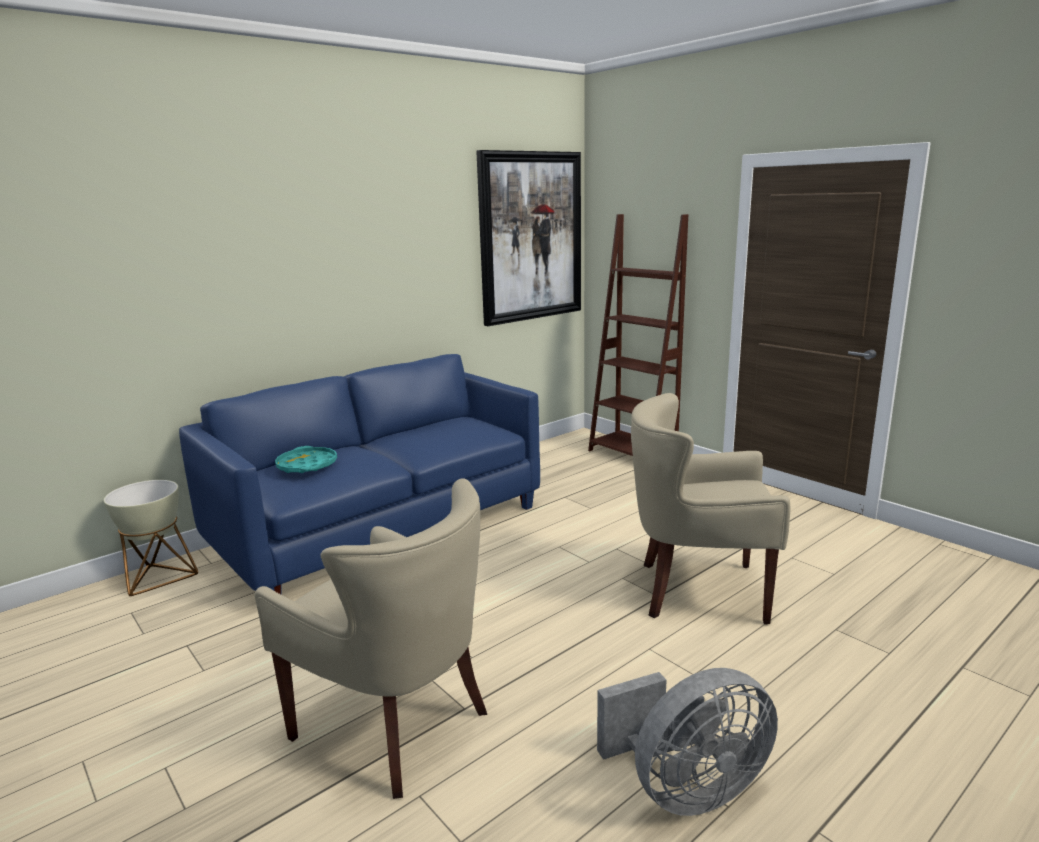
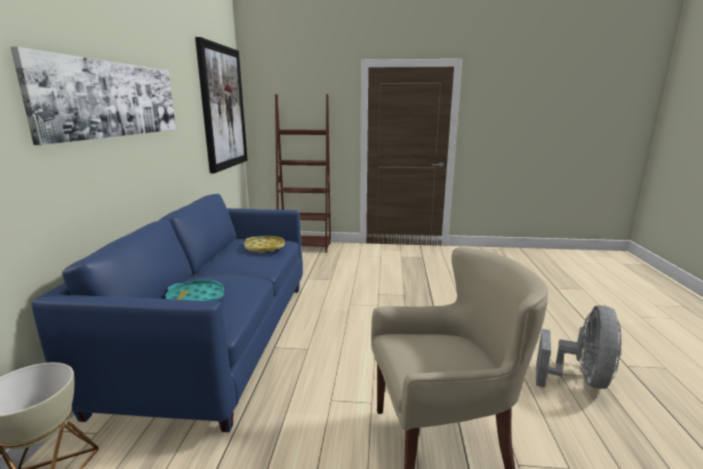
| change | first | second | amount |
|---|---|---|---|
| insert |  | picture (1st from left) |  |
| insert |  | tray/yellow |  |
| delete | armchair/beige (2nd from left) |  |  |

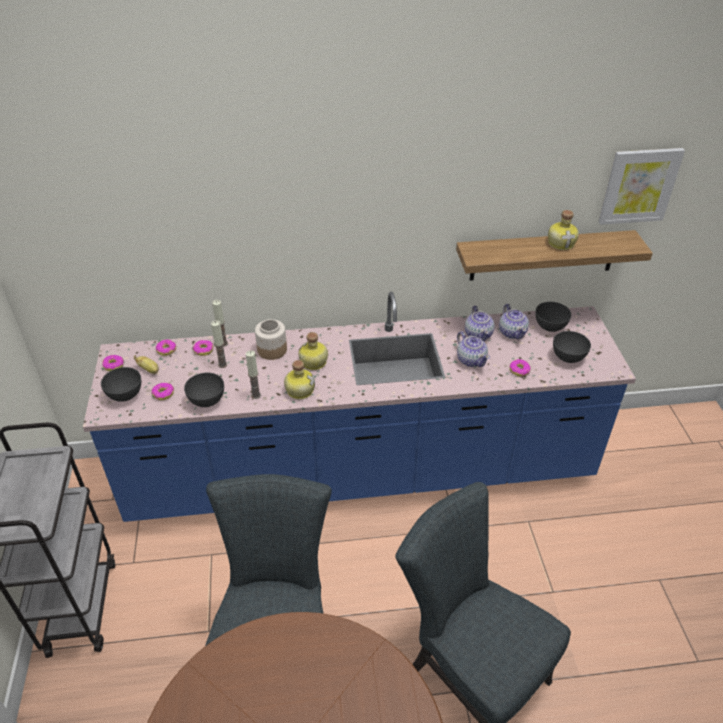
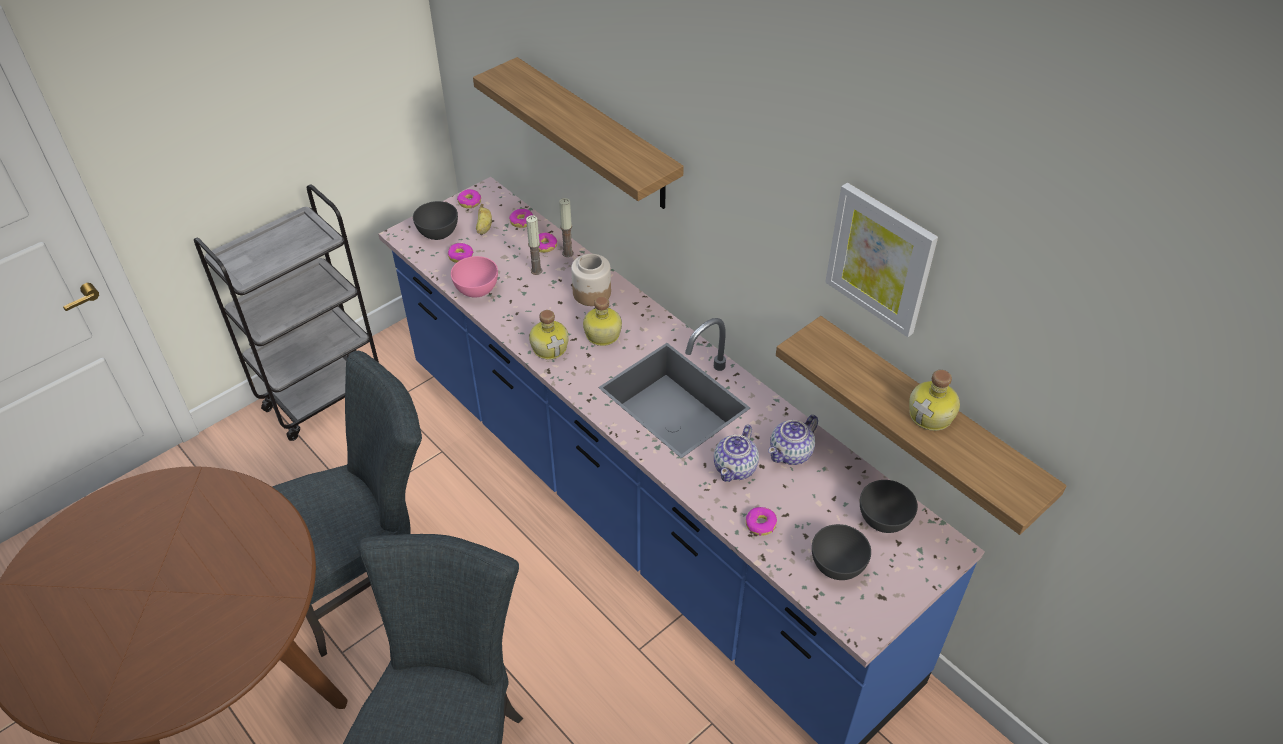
| change | first | second | amount |
|---|---|---|---|
| recolor | bowl/grey (2nd from left) | bowl/pink |  |
| insert |  | shelf (1st from left) |  |
| move | picture |  |  |
| delete | candle (3rd from left) |  |  |
| delete | teapot (3rd from left) |  |  |

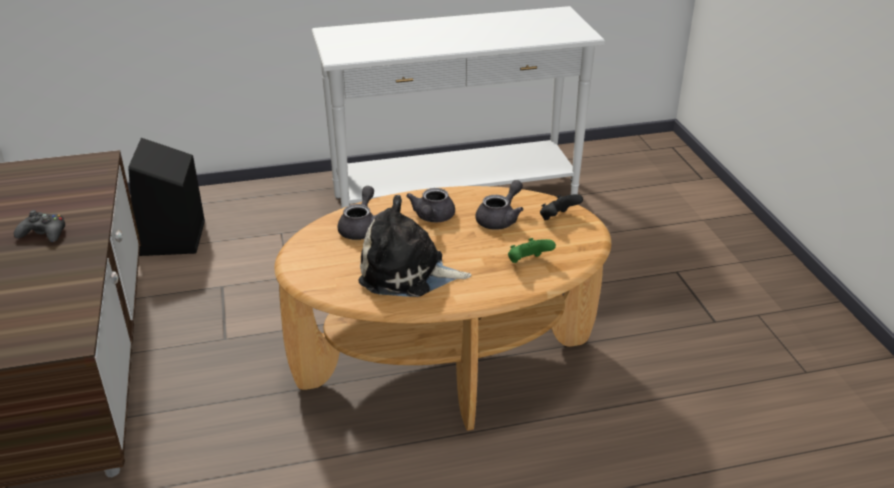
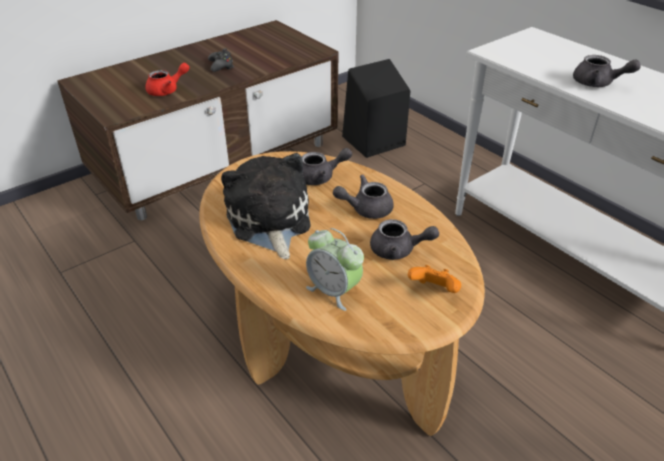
| change | first | second | amount |
|---|---|---|---|
| insert |  | teapot/red |  |
| replace | game controller/green | alarm clock |  |
| recolor | game controller/black (2nd from left) | game controller/orange |  |
| insert |  | teapot/grey (4th from left) |  |

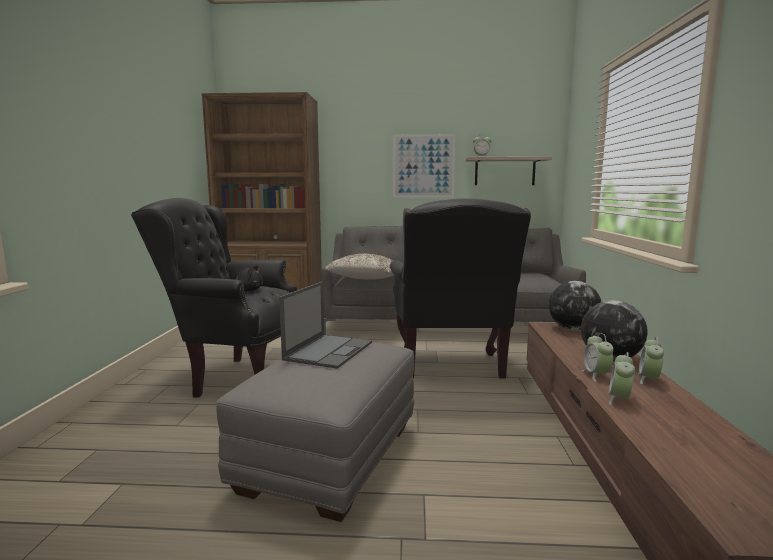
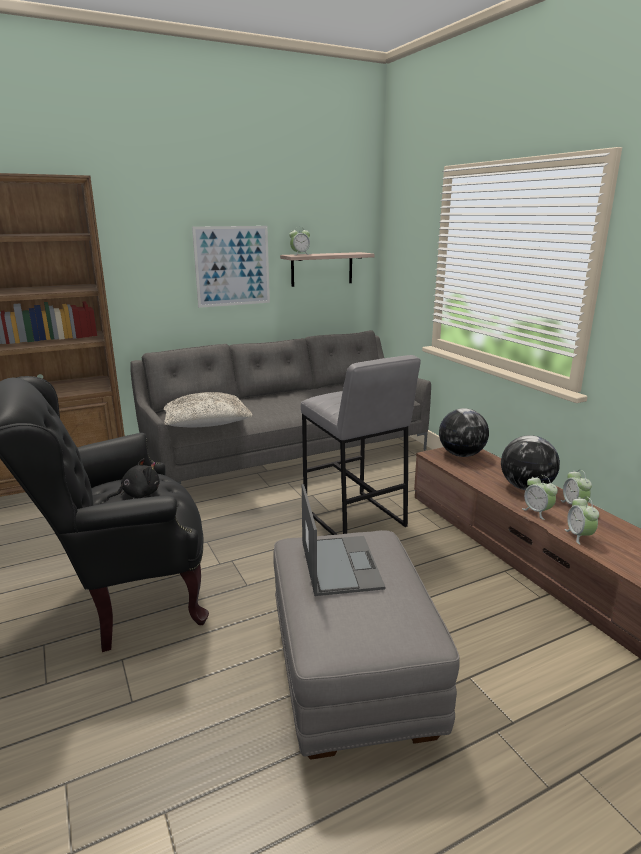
| change | first | second | amount |
|---|---|---|---|
| replace | armchair/black (2nd from left) | stool/grey |  |

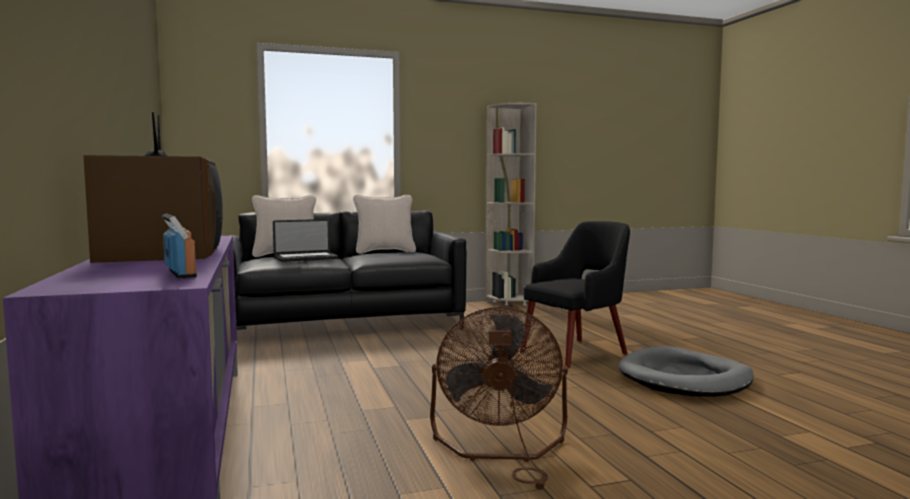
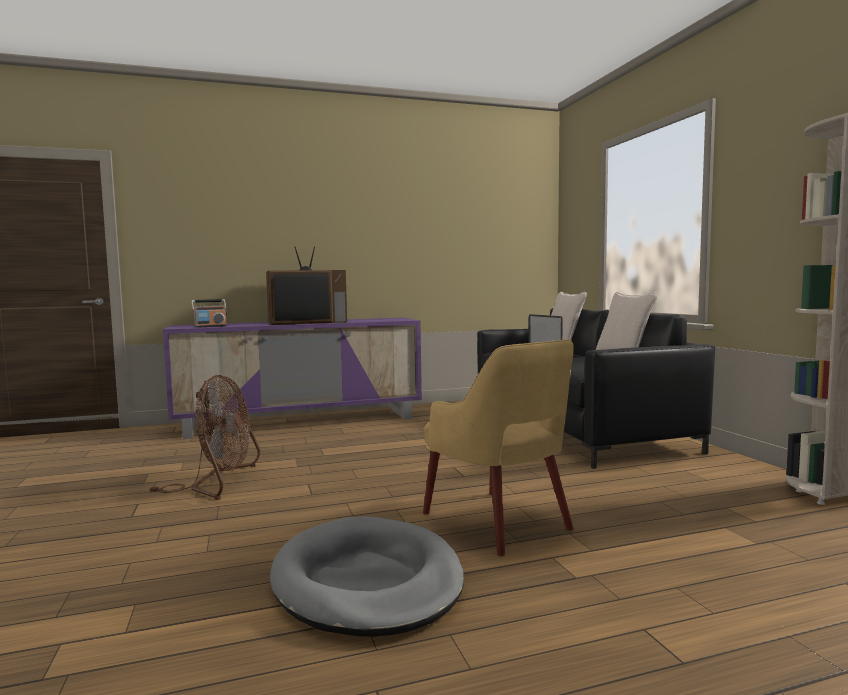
| change | first | second | amount |
|---|---|---|---|
| recolor | armchair/black | armchair/yellow |  |

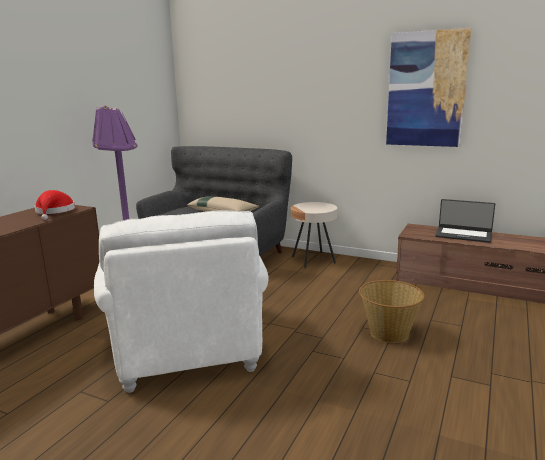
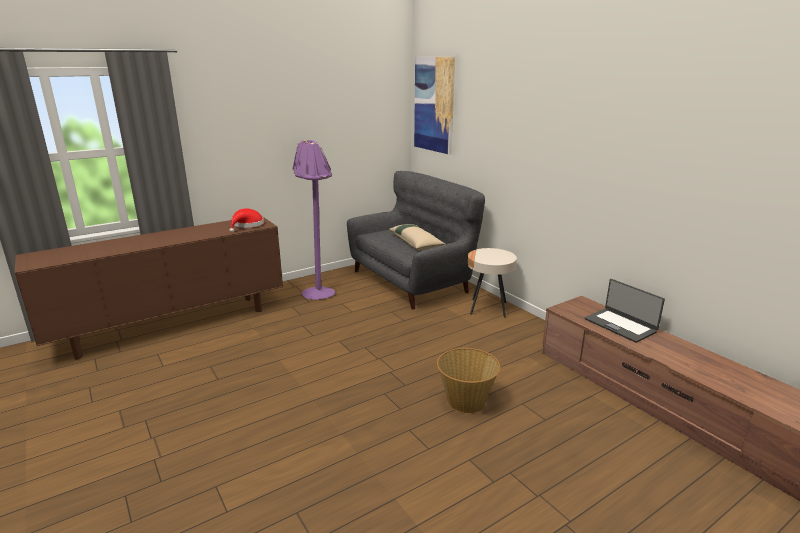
| change | first | second | amount |
|---|---|---|---|
| move | picture |  |  |
| delete | armchair/white |  |  |

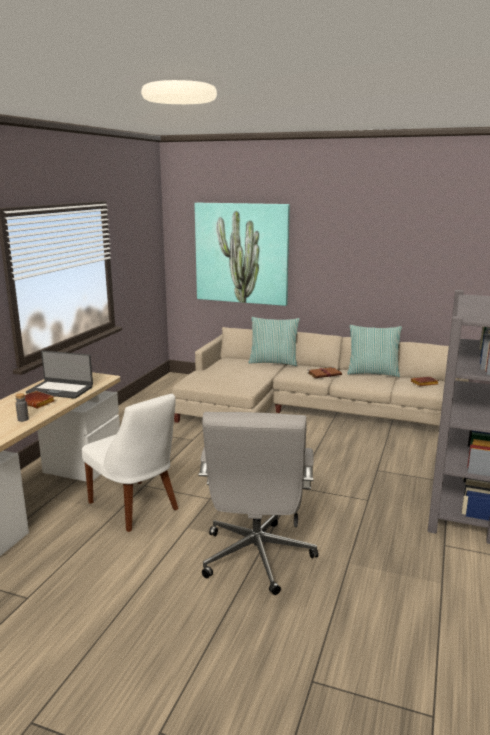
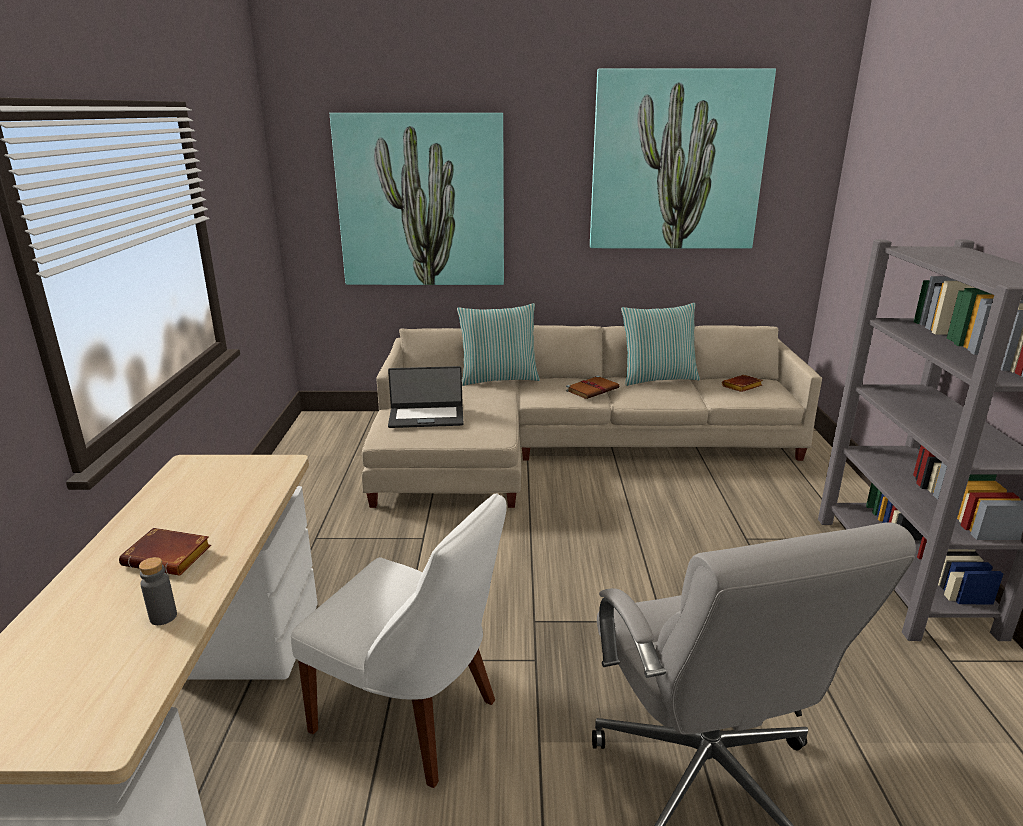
| change | first | second | amount |
|---|---|---|---|
| move | laptop |  |  |
| insert |  | picture (2nd from left) |  |

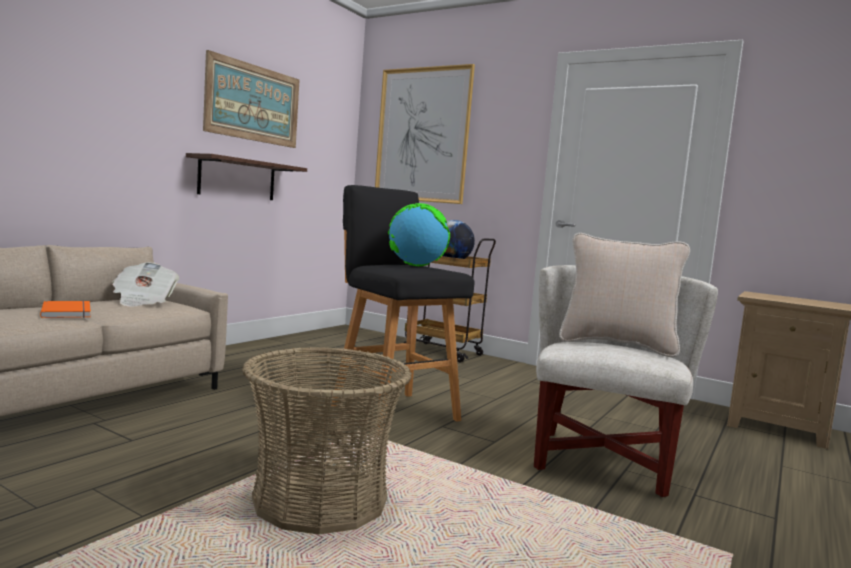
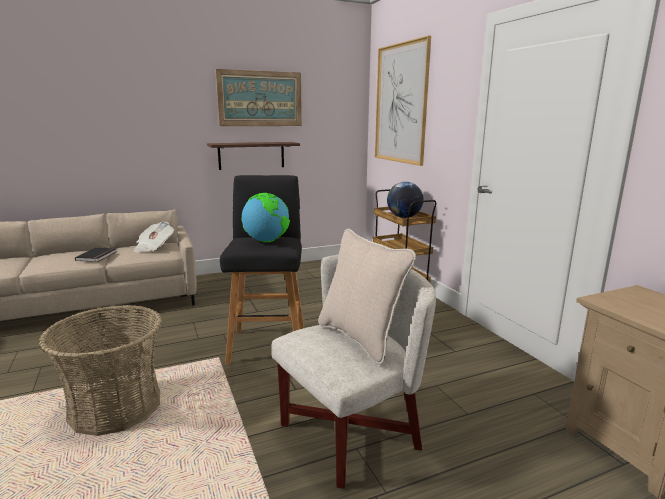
| change | first | second | amount |
|---|---|---|---|
| recolor | book/orange | book/black |  |

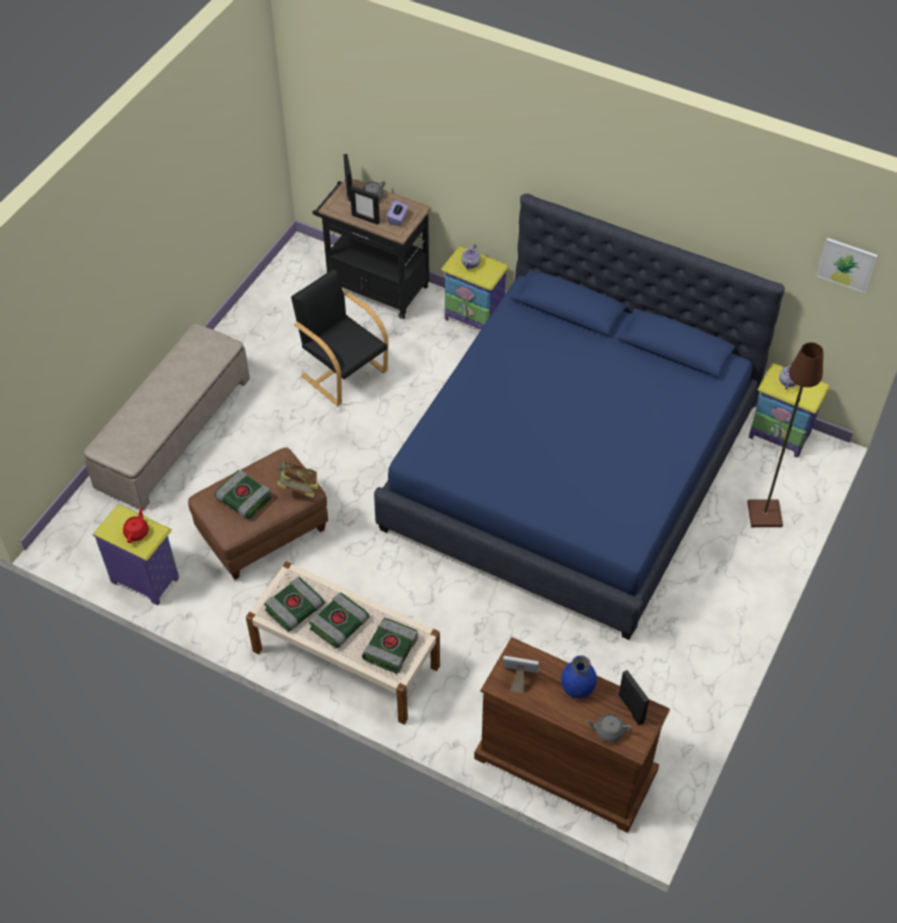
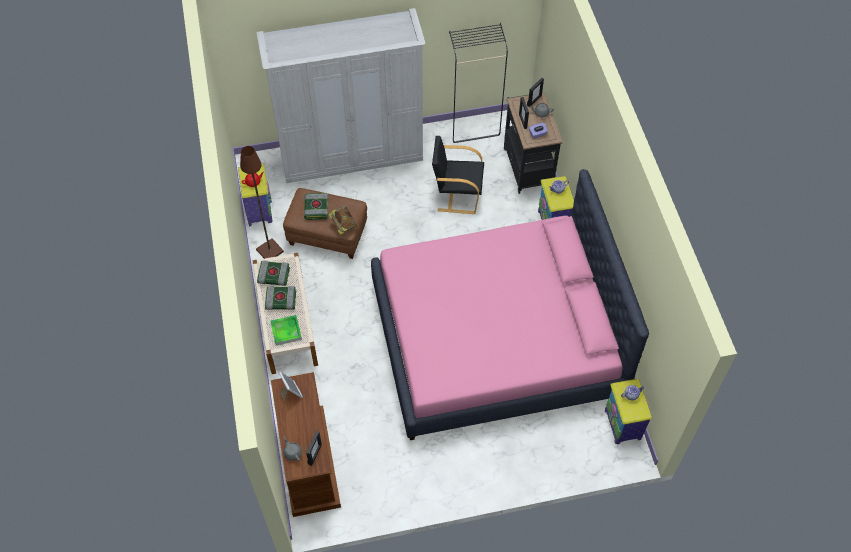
| change | first | second | amount |
|---|---|---|---|
| move | floor lamp/brown |  |  |
| replace | bench/beige (1st from left) | wardrobe/white |  |
| replace | book (5th from left) | tray |  |
| recolor | bed/blue | bed/pink |  |
| rotate | armchair/black |  | 90 degrees counterclockwise |
| insert |  | clothes rack/black |  |
| delete | vase/blue |  |  |
| delete | picture |  |  |

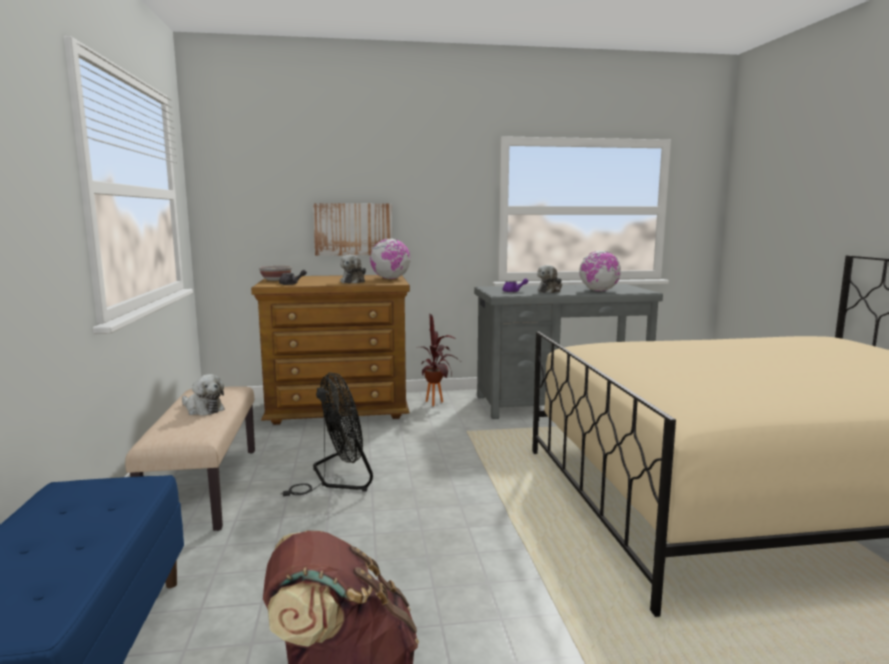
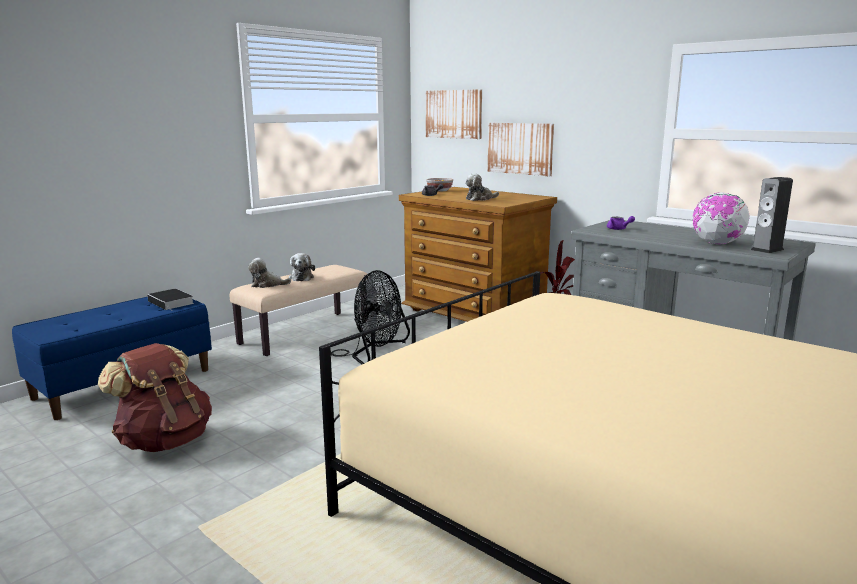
| change | first | second | amount |
|---|---|---|---|
| insert |  | book |  |
| move | plush toy (3rd from left in the first image) | plush toy (1st from left) |  |
| insert |  | picture (1st from left) |  |
| insert |  | speaker |  |
| delete | globe (1st from left) |  |  |

